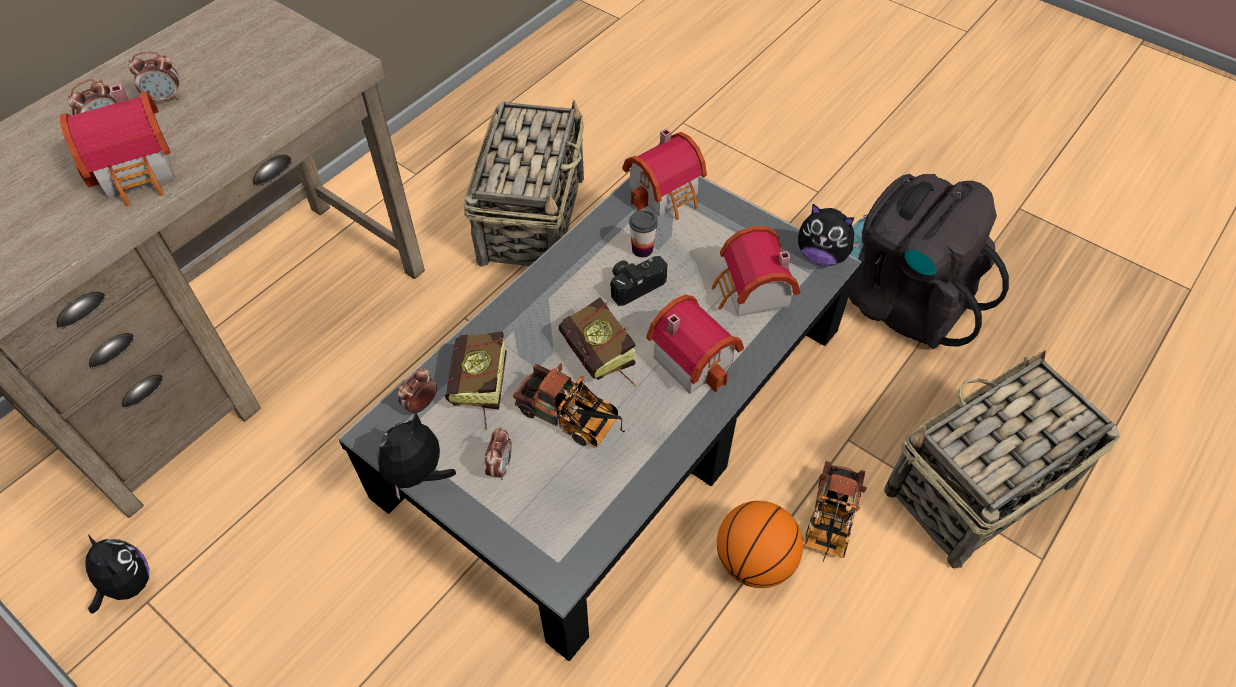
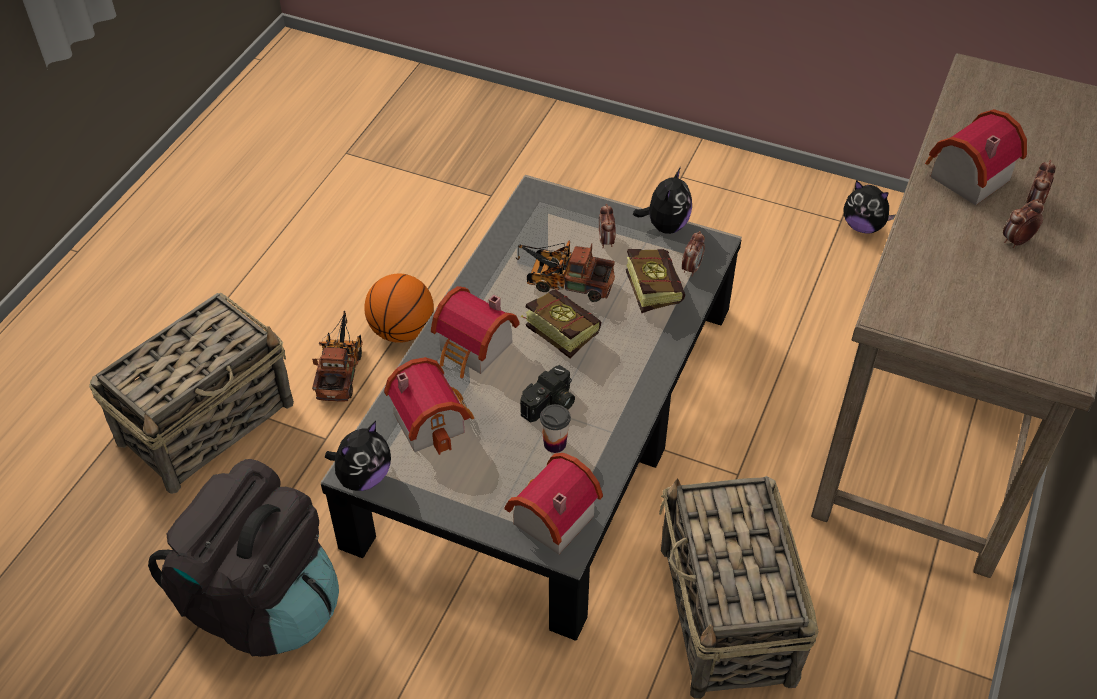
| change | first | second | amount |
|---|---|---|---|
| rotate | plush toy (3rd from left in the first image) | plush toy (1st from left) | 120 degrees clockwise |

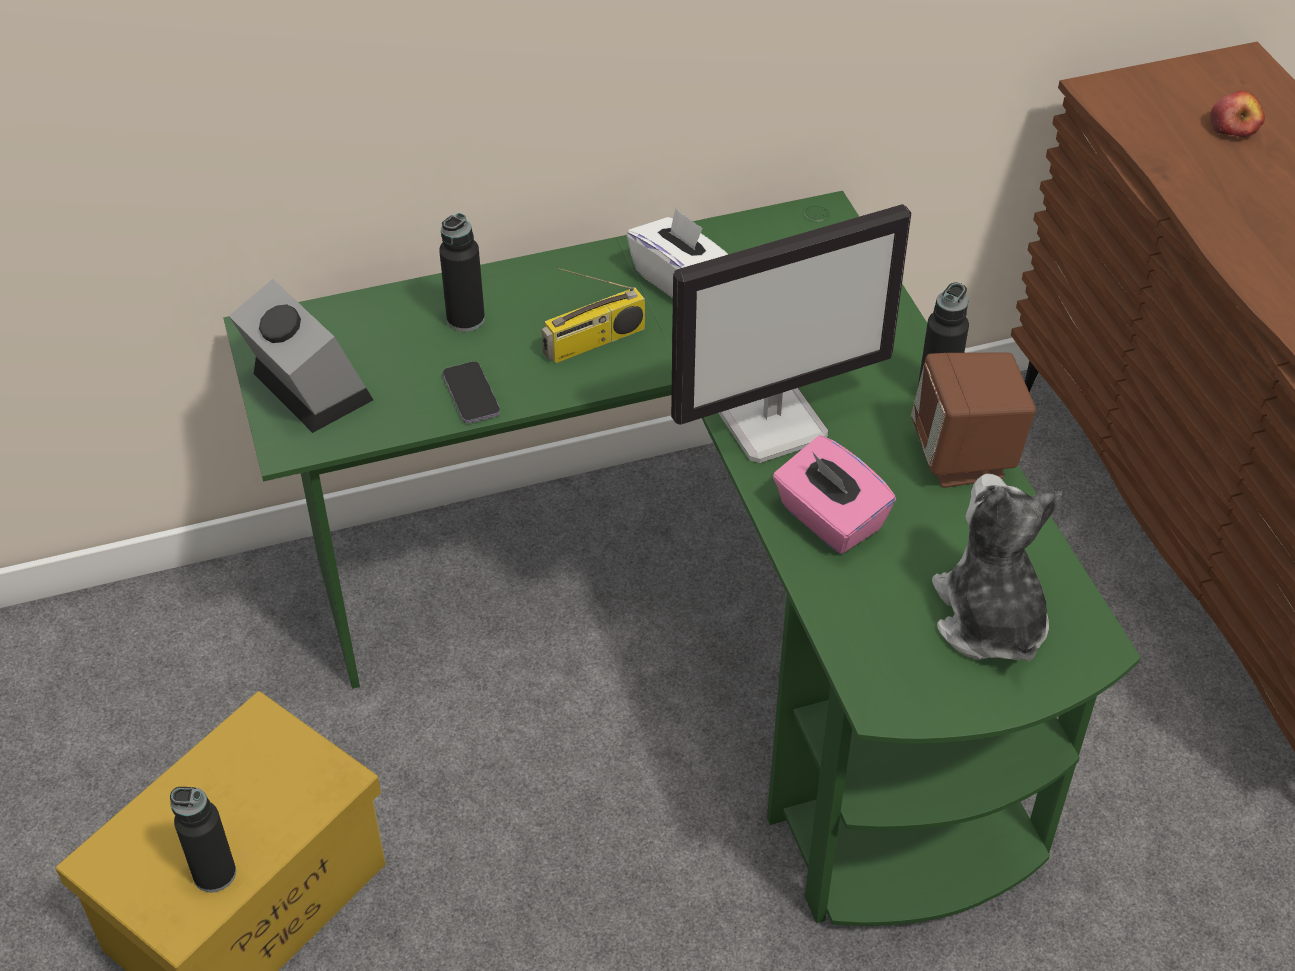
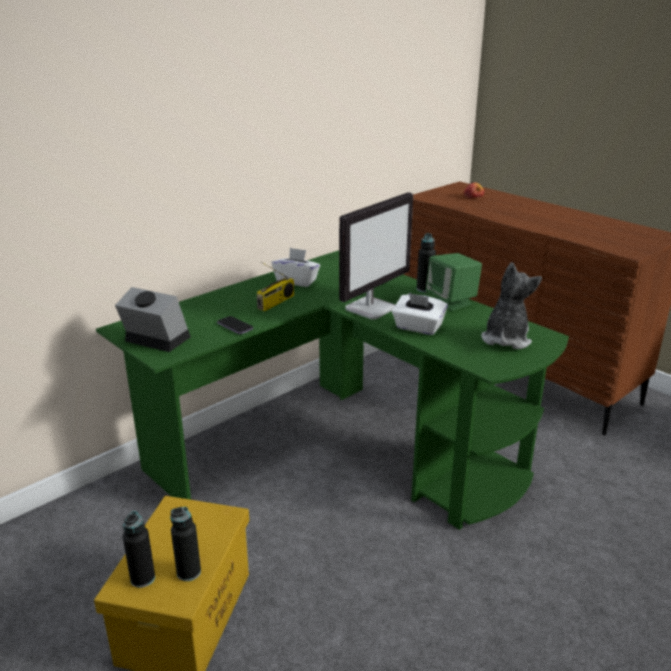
| change | first | second | amount |
|---|---|---|---|
| move | bottle/black (2nd from left in the first image) | bottle/black (1st from left) |  |
| recolor | tissue box/pink | tissue box/white (2nd from left) |  |
| recolor | speaker/brown | speaker/green |  |
| rotate | plush toy |  | 60 degrees clockwise |

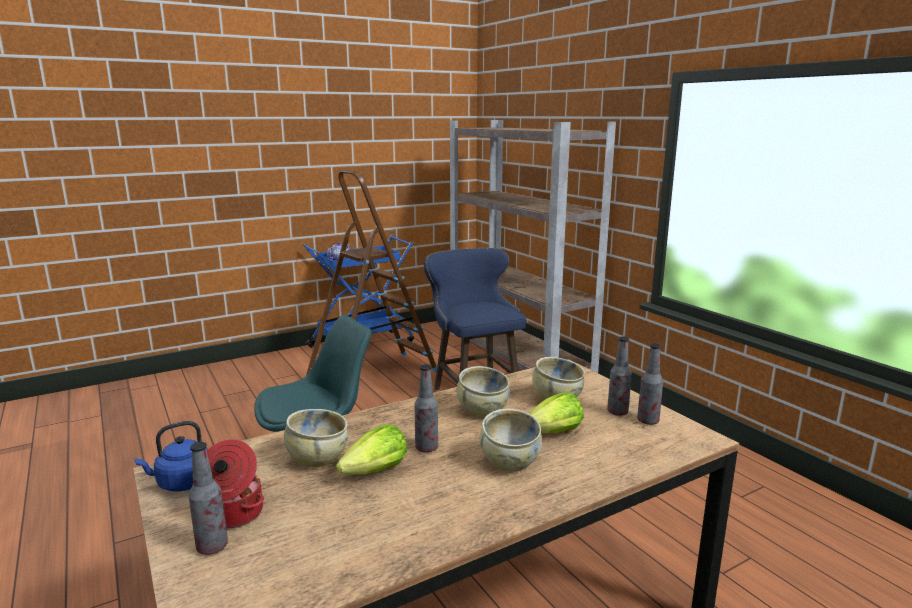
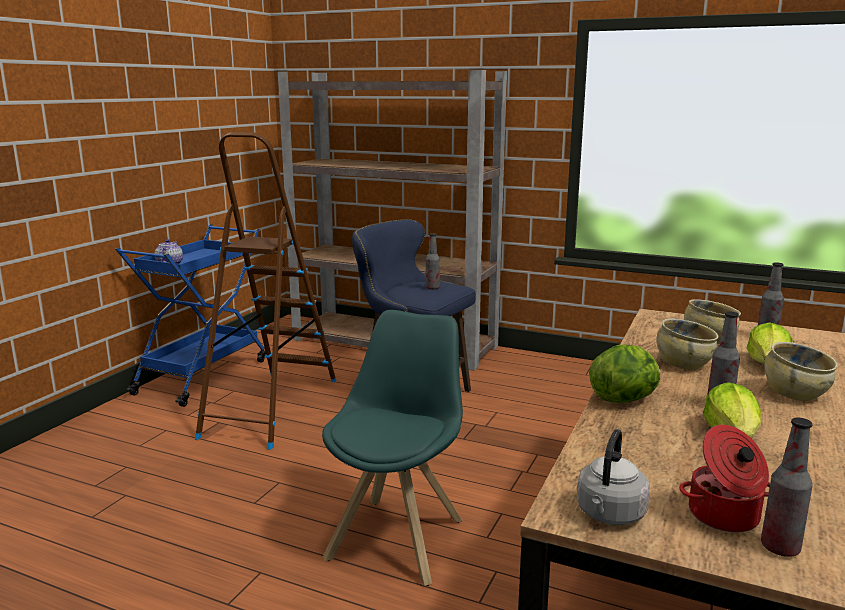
| change | first | second | amount |
|---|---|---|---|
| move | bottle (4th from left in the first image) | bottle (1st from left) |  |
| recolor | kettle/blue | kettle/grey |  |
| insert |  | lettuce (1st from left) |  |
| delete | bowl/beige (1st from left) |  |  |

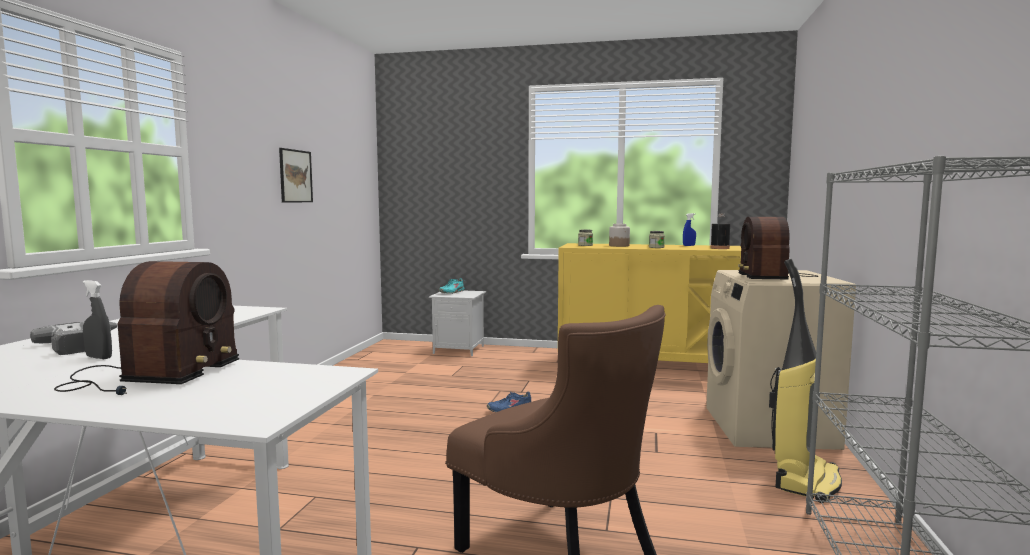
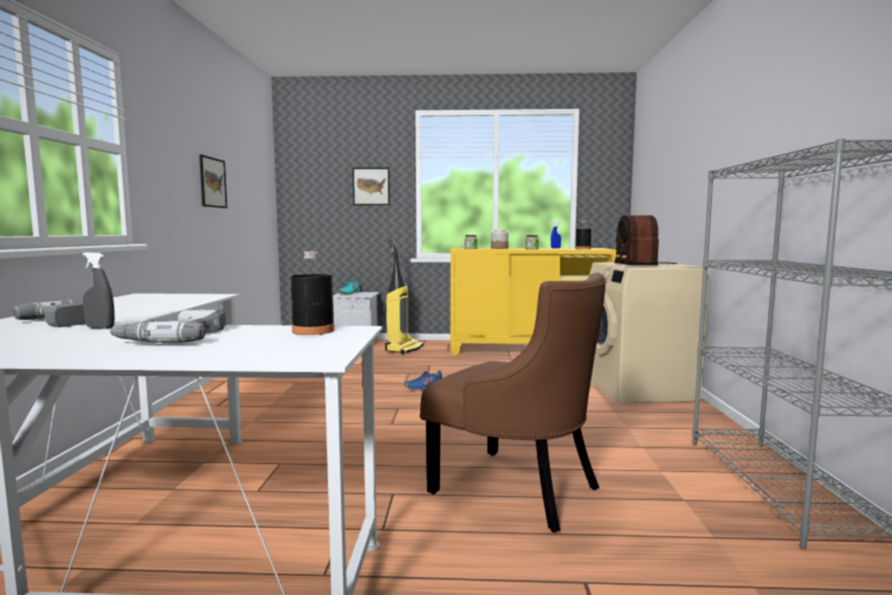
| change | first | second | amount |
|---|---|---|---|
| replace | radio (1st from left) | power drill (2nd from left) |  |
| insert |  | bottle/black (1st from left) |  |
| insert |  | picture (2nd from left) |  |
| move | vacuum cleaner |  |  |

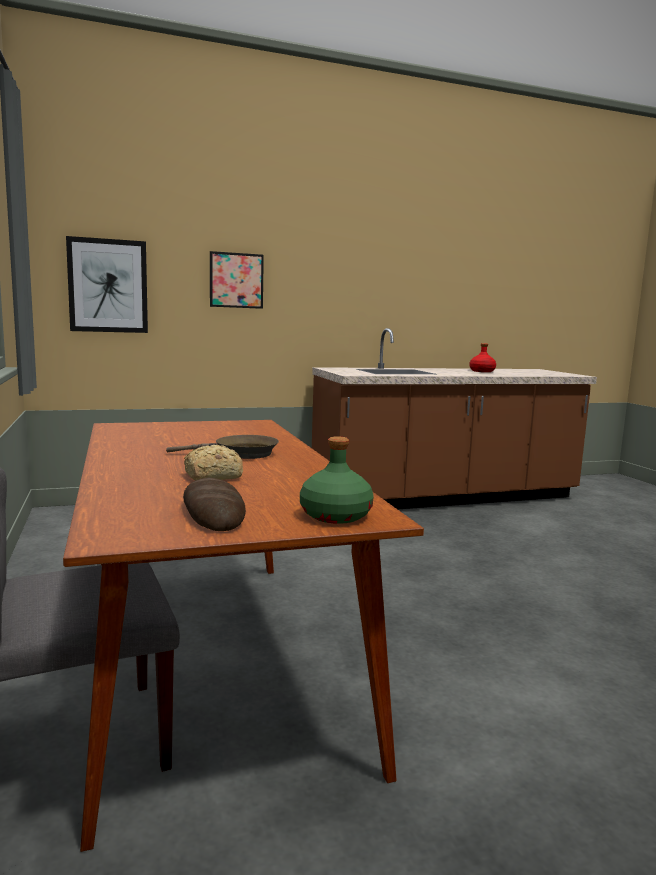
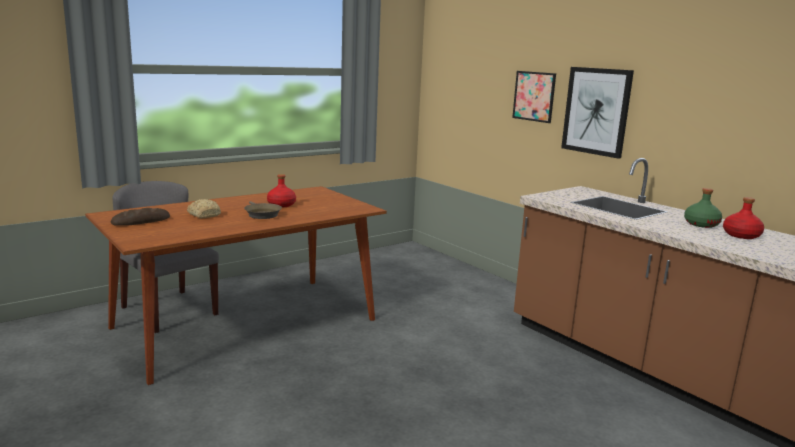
| change | first | second | amount |
|---|---|---|---|
| insert |  | bottle/red (1st from left) |  |
| move | picture (1st from left in the first image) | picture (2nd from left) |  |
| move | bottle/green |  |  |

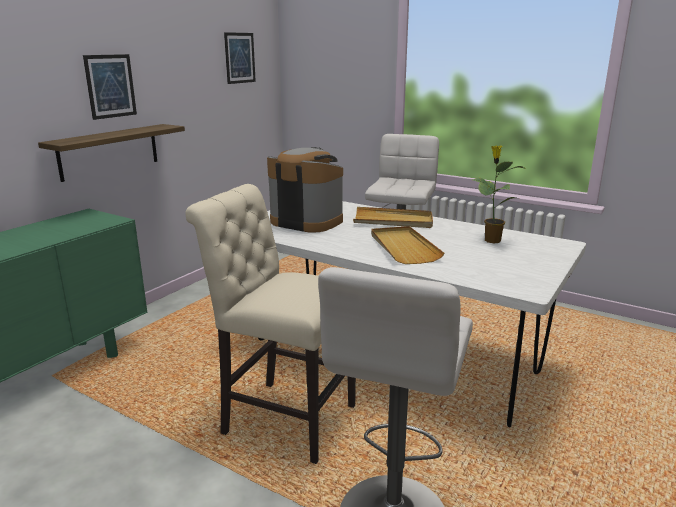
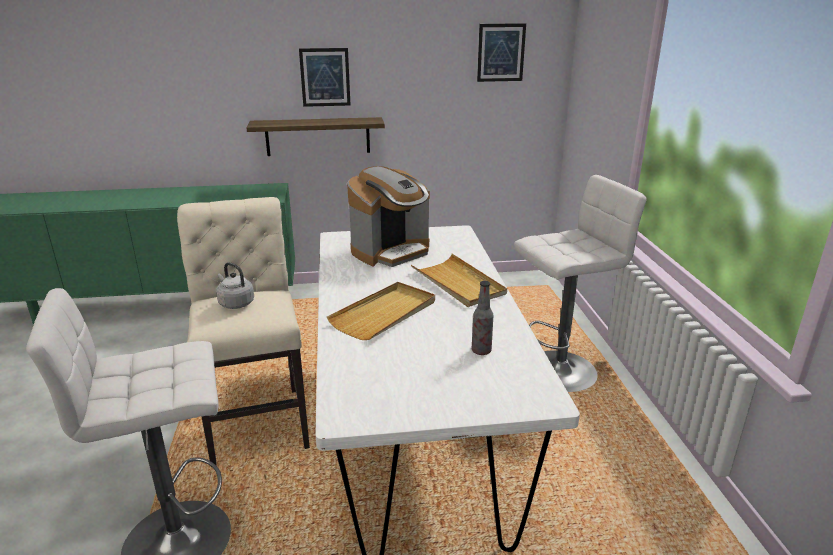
| change | first | second | amount |
|---|---|---|---|
| insert |  | kettle/grey |  |
| rotate | coffee machine |  | 60 degrees clockwise |
| replace | potted plant | bottle |  |

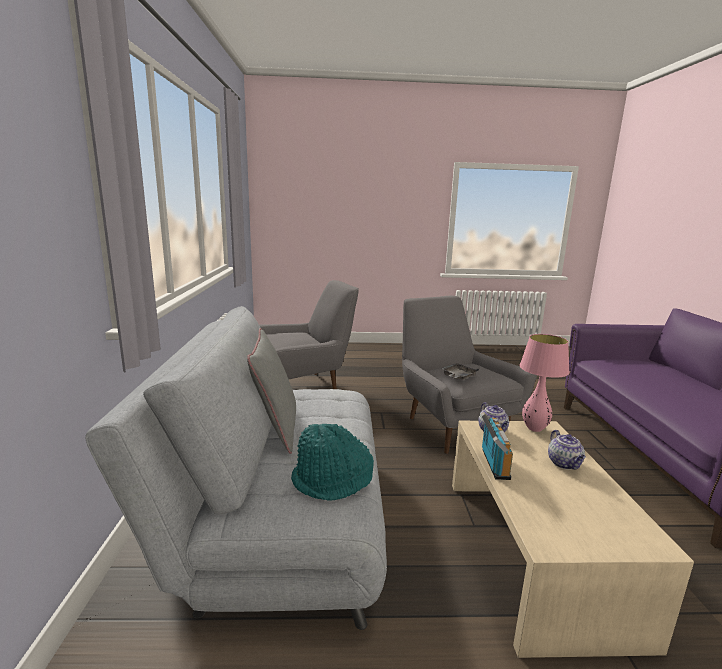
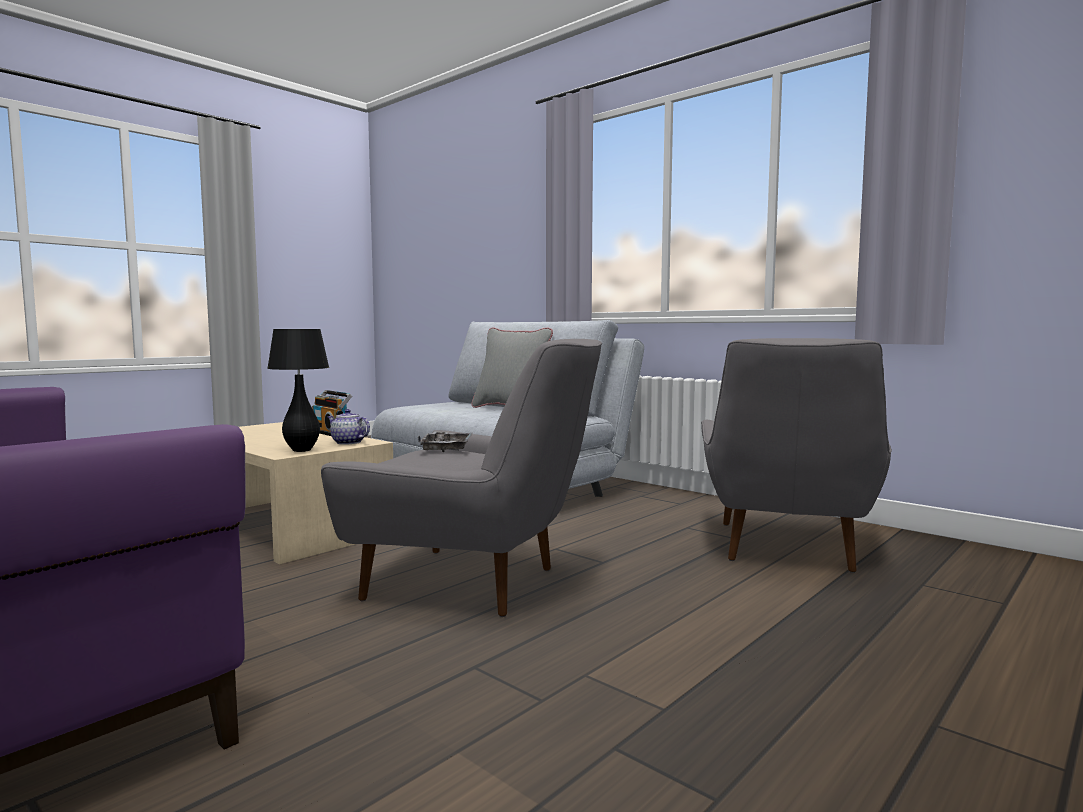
| change | first | second | amount |
|---|---|---|---|
| recolor | table lamp/pink | table lamp/black |  |
| delete | hat/turquoise |  |  |
| delete | teapot (2nd from left) |  |  |

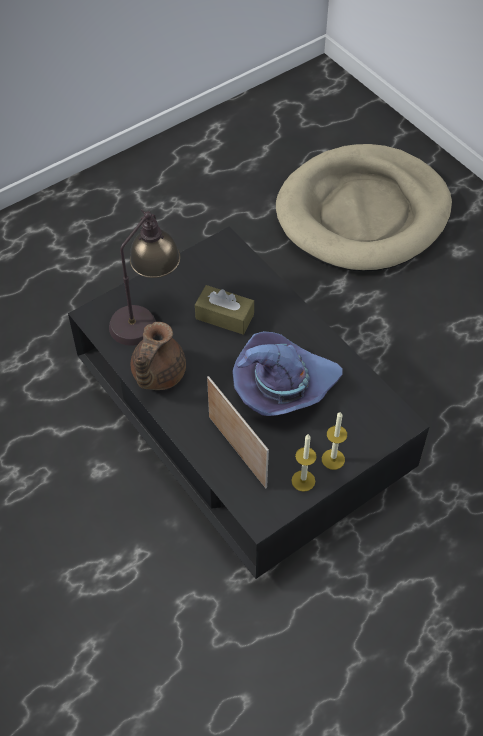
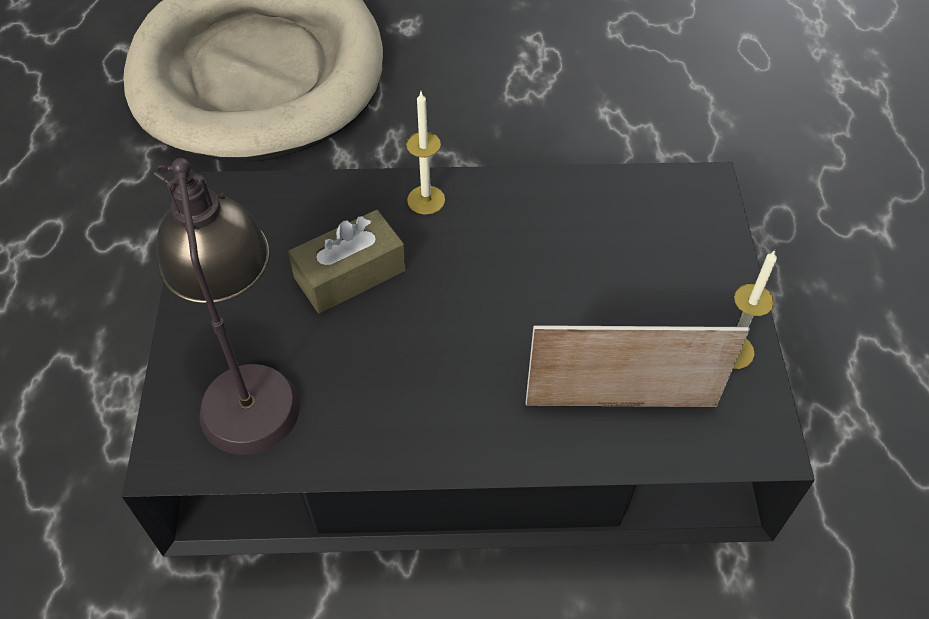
| change | first | second | amount |
|---|---|---|---|
| move | candle (2nd from left in the first image) | candle (1st from left) |  |
| delete | teapot/brown |  |  |
| delete | hat/purple |  |  |

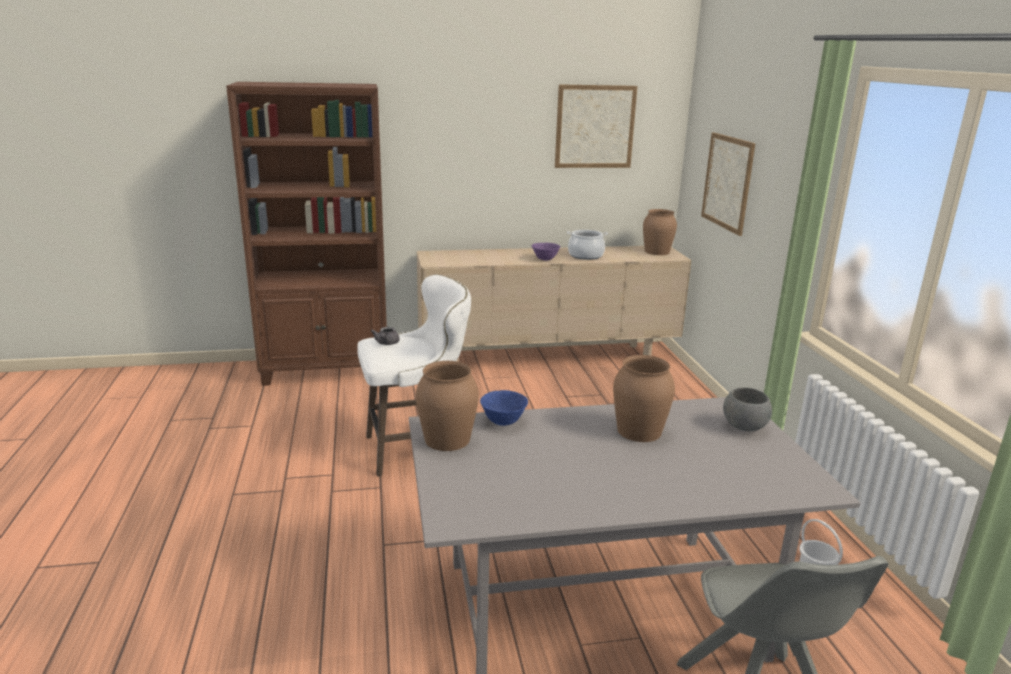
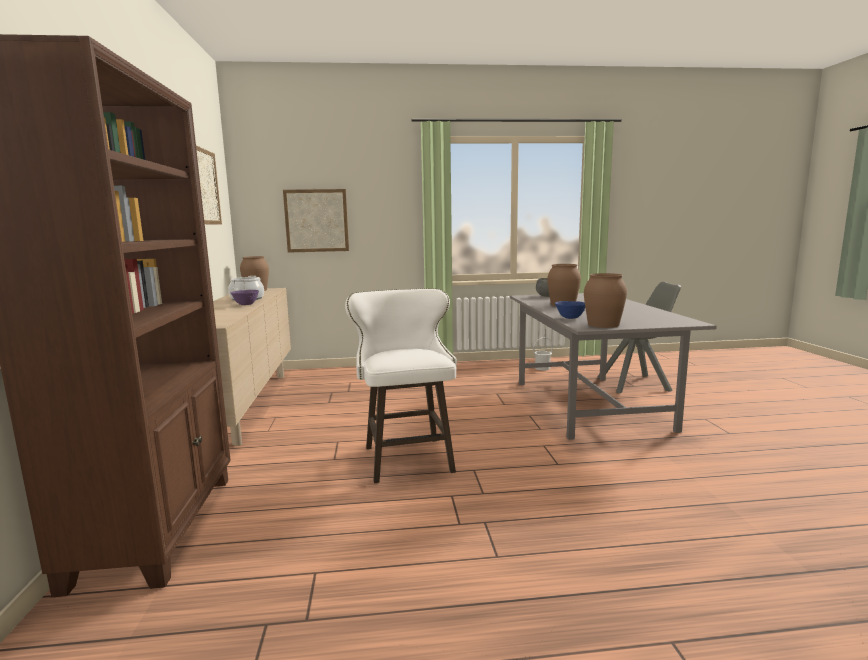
| change | first | second | amount |
|---|---|---|---|
| delete | teapot/grey |  |  |

